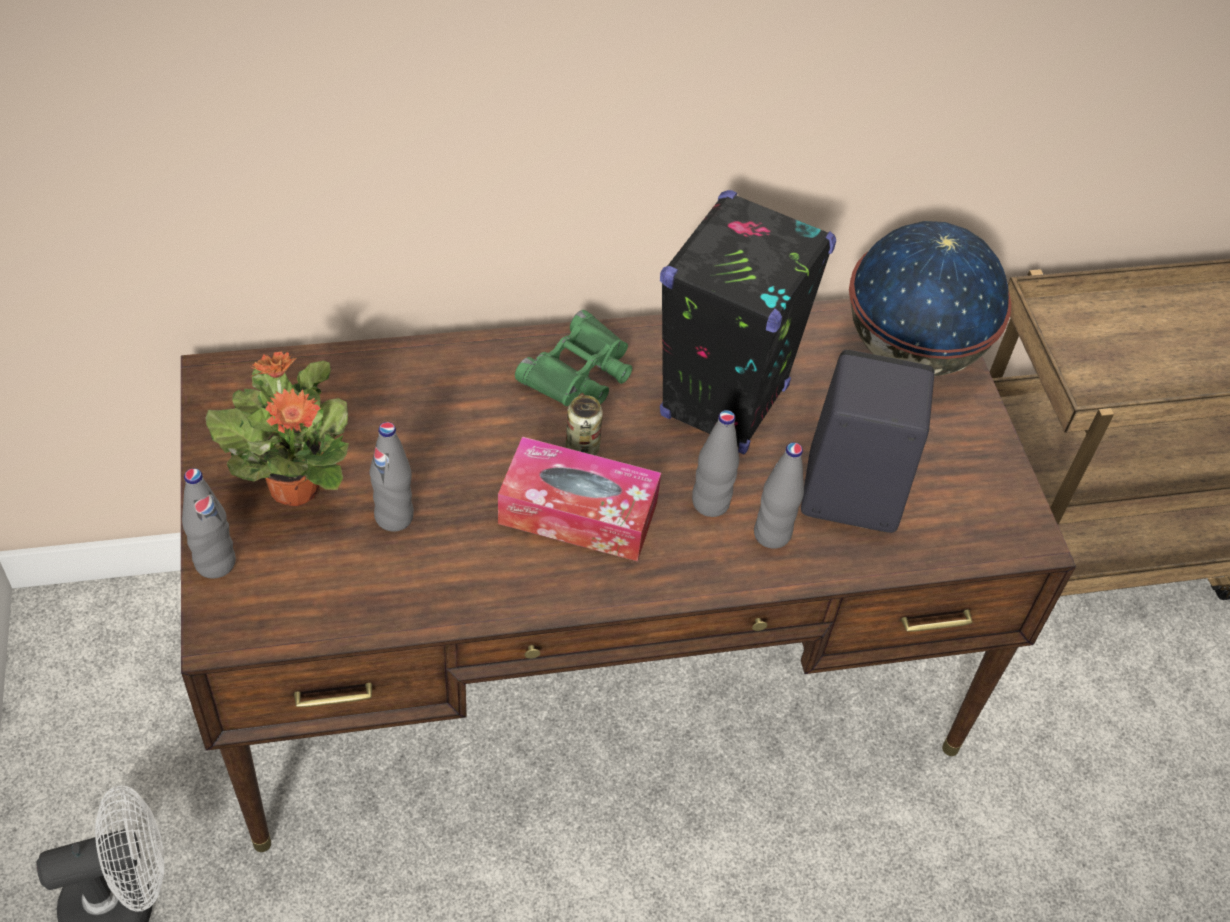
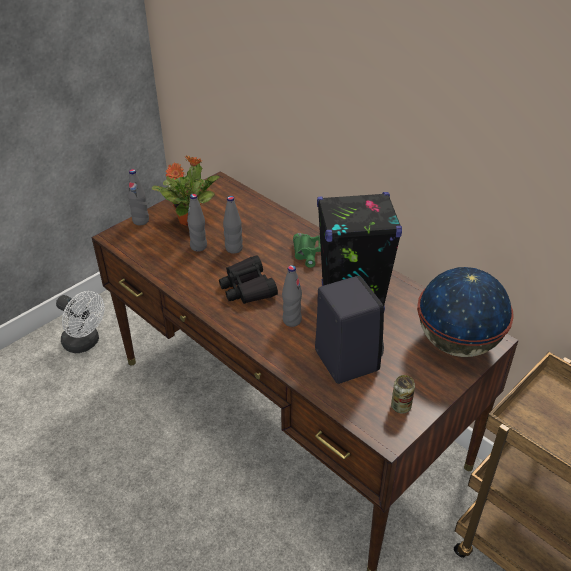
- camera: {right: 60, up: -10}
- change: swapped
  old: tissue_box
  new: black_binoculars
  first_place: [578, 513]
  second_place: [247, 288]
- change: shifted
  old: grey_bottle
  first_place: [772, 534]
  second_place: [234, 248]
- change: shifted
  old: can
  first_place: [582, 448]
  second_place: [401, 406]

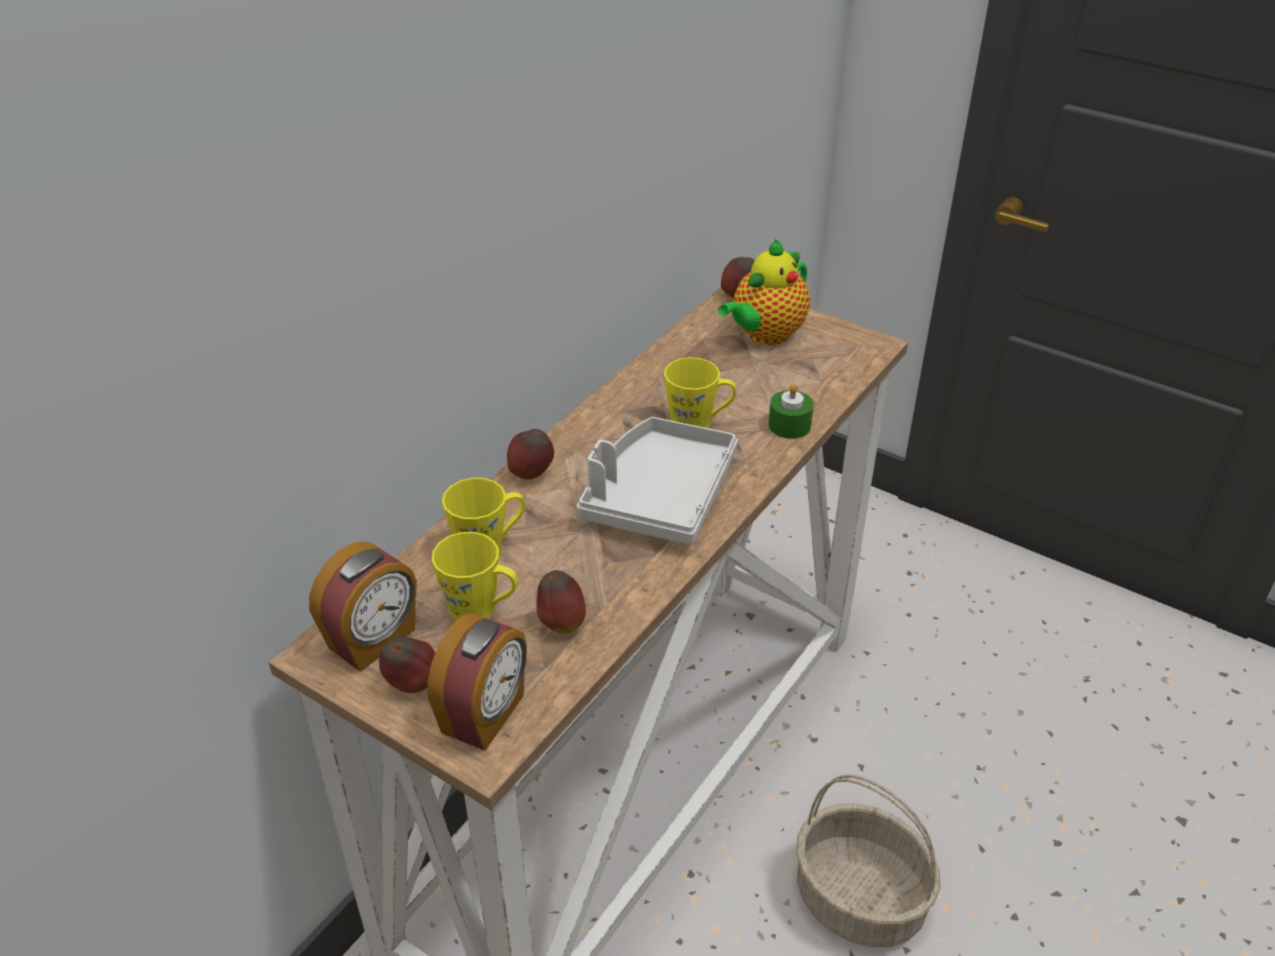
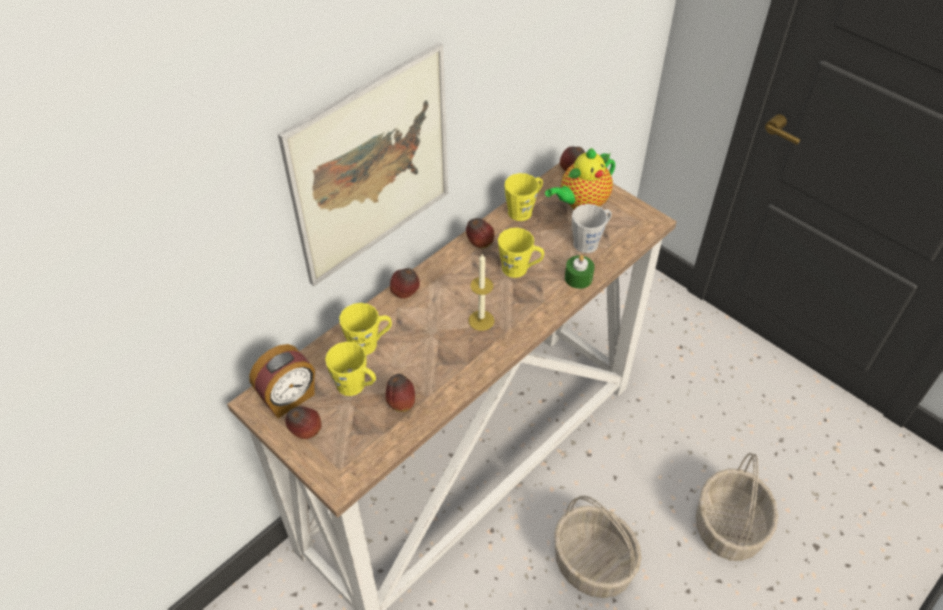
- camera: {right: 10, up: 10}
- change: new
  new: picture
  second_place: [372, 166]
- change: new
  new: apple
  second_place: [479, 244]
- change: swapped
  old: grey_tray
  new: candle
  first_place: [658, 496]
  second_place: [481, 320]
- change: new
  new: yellow_mug
  second_place: [523, 210]
- change: new
  new: grey_mug
  second_place: [589, 242]
- change: new
  new: basket
  second_place: [729, 528]
- change: gone
  old: alarm_clock
  first_place: [485, 715]

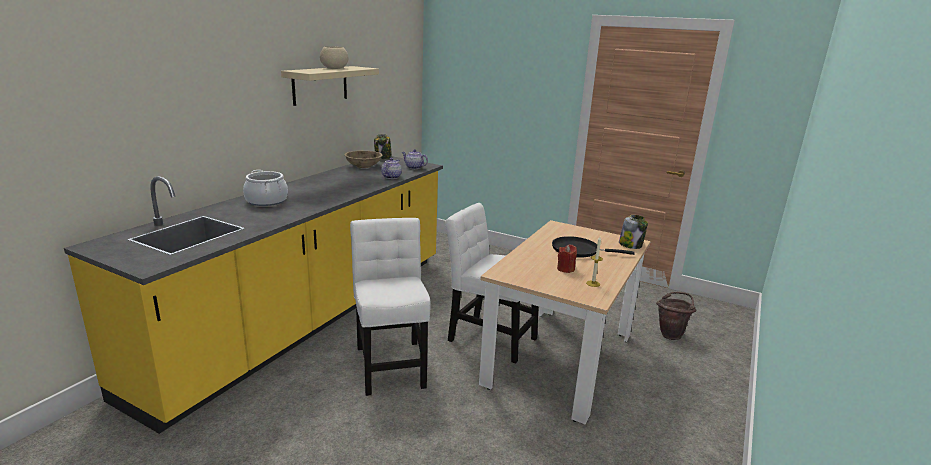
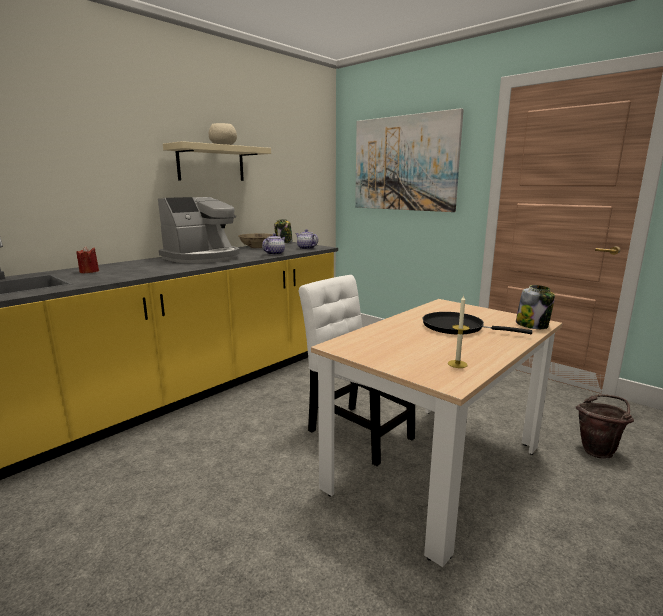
- camera: {right: 15, up: -5}
- change: shifted
  old: red_candle
  first_place: [565, 269]
  second_place: [89, 272]
- change: new
  new: coffee_machine
  second_place: [203, 257]
- change: new
  new: picture
  second_place: [404, 163]
- change: gone
  old: cooking_pot
  first_place: [266, 201]
- change: gone
  old: white_chair
  first_place: [391, 363]

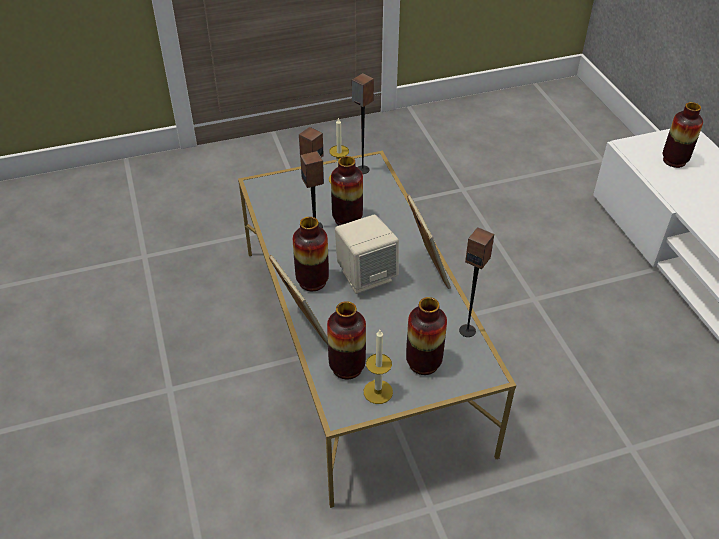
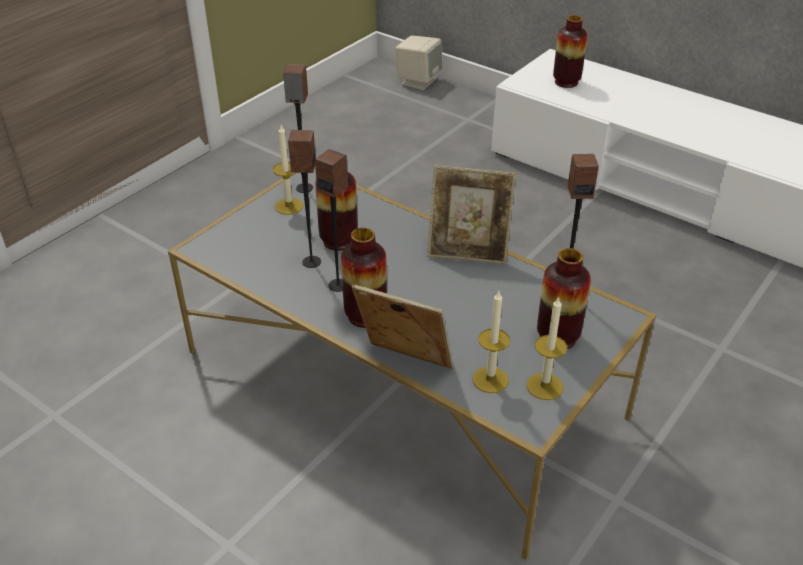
- camera: {right: -35, up: -5}
- change: shifted
  old: beige_speaker
  first_place: [366, 276]
  second_place: [418, 81]
- change: rotated
  old: picture_frame
  first_place: [426, 269]
  second_place: [468, 251]
  degrees: 150
- change: swapped
  old: vase
  new: candle
  first_place: [347, 367]
  second_place: [490, 379]

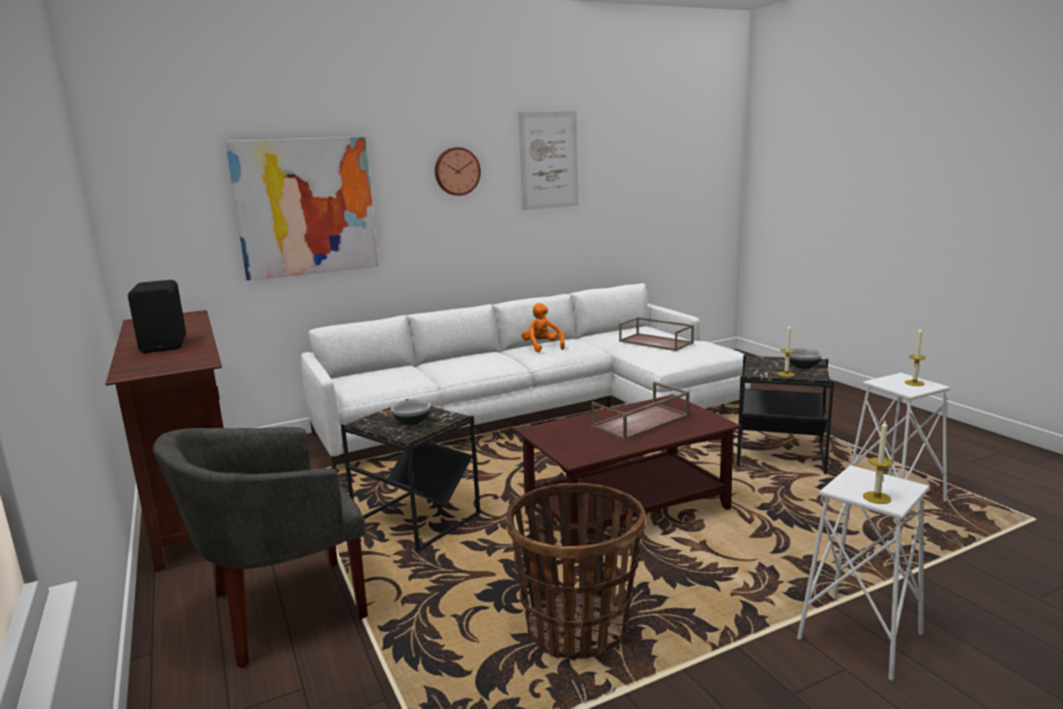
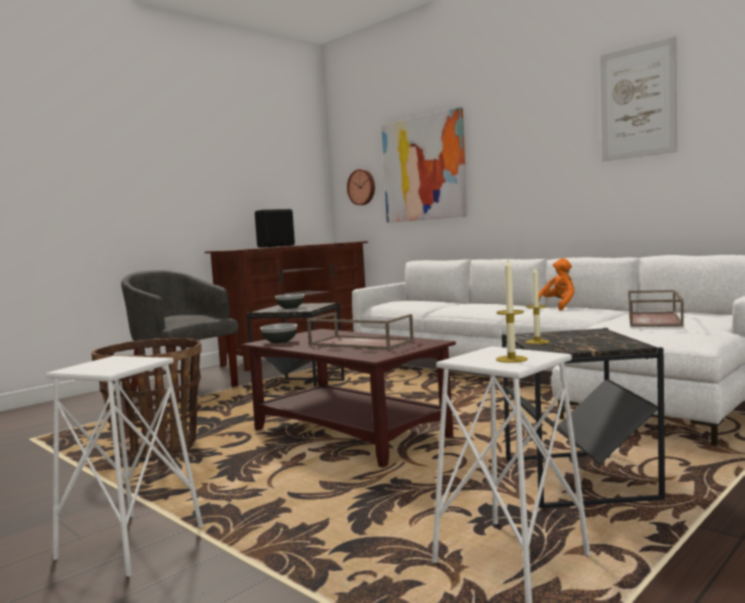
- camera: {right: 70, up: -10}
- change: shifted
  old: bowl
  first_place: [803, 366]
  second_place: [279, 342]
- change: shifted
  old: wall_clock
  first_place: [456, 171]
  second_place: [362, 187]
- change: gone
  old: candle
  first_place: [877, 497]

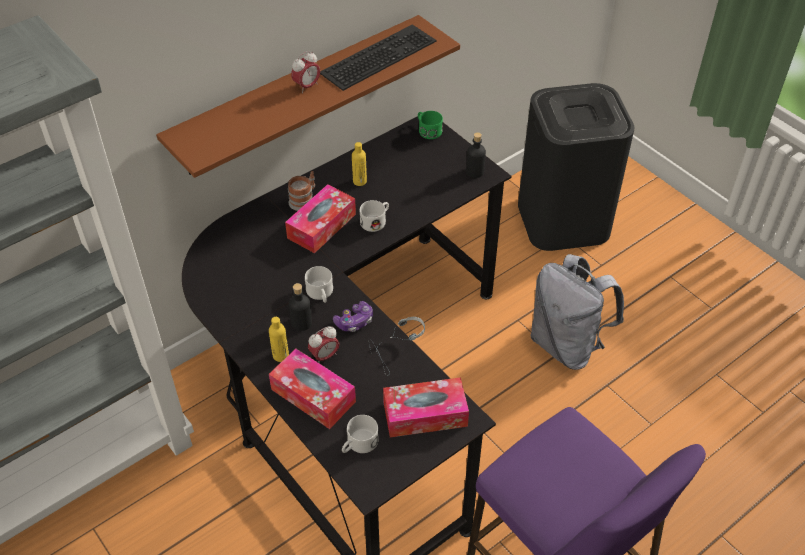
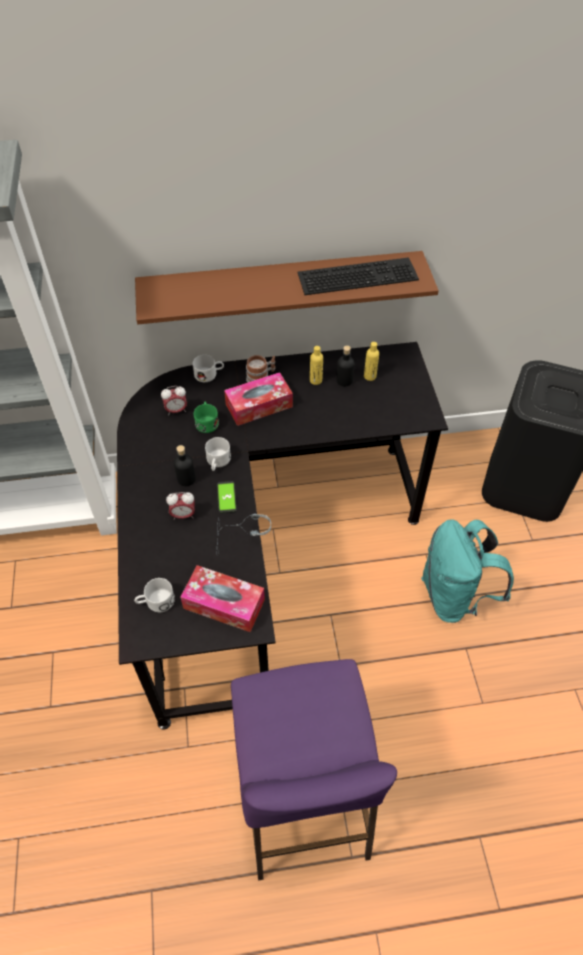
- camera: {right: 30, up: 5}
- change: shifted
  old: alarm_clock
  first_place: [307, 86]
  second_place: [176, 410]
- change: shifted
  old: white_mug
  first_place: [376, 221]
  second_place: [209, 374]
- change: shifted
  old: green_mug
  first_place: [427, 130]
  second_place: [207, 421]
- change: swapped
  old: game_controller
  new: phone
  first_place: [354, 321]
  second_place: [226, 497]
- change: shifted
  old: black_bottle
  first_place: [475, 172]
  second_place: [344, 380]
- change: shifted
  old: yellow_bottle
  first_place: [280, 355]
  second_place: [370, 376]
- change: repainted
  old: grey_backpack
  new: turquoise_backpack
  first_place: [567, 345]
  second_place: [454, 596]
- change: gone
  old: tissue_box
  first_place: [313, 395]

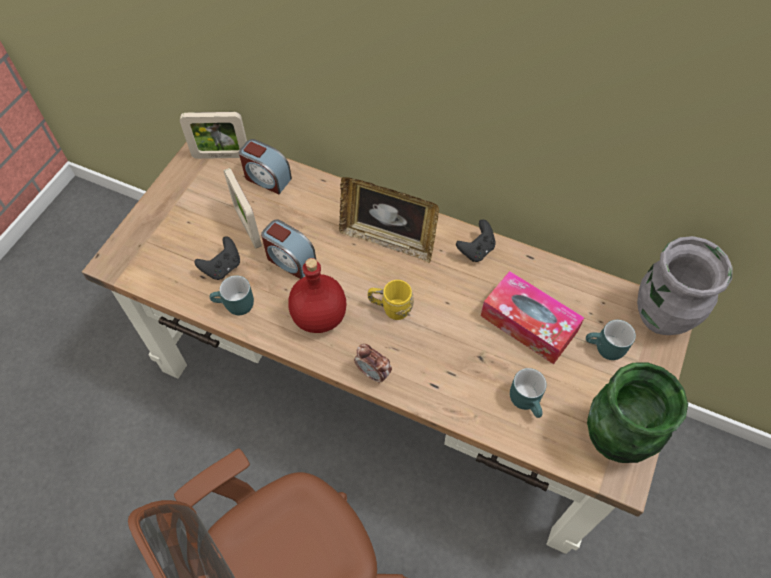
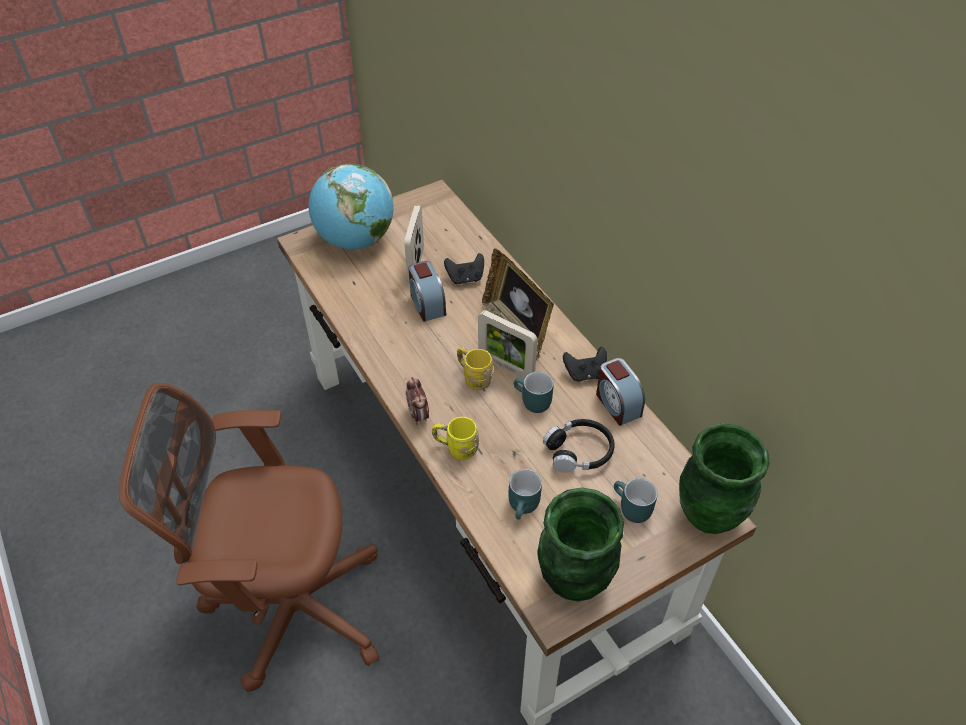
- camera: {right: 35, up: -10}
- change: new
  new: globe
  second_place: [355, 240]
- change: new
  new: yellow_mug
  second_place: [456, 448]
- change: shifted
  old: black_game_controller
  first_place: [222, 267]
  second_place: [465, 278]
- change: shifted
  old: picture_frame
  first_place: [221, 155]
  second_place: [506, 366]
- change: shifted
  old: turquoise_mug
  first_place: [235, 306]
  second_place: [531, 402]
- change: swapped
  old: tissue_box
  new: black_headphones
  first_place: [528, 324]
  second_place: [579, 451]
- change: shifted
  old: alarm_clock
  first_place: [267, 178]
  second_place: [617, 404]
- change: repainted
  old: grey_vase
  new: green_vase
  first_place: [661, 316]
  second_place: [709, 514]
- change: gone
  old: red_bottle
  first_place: [320, 317]

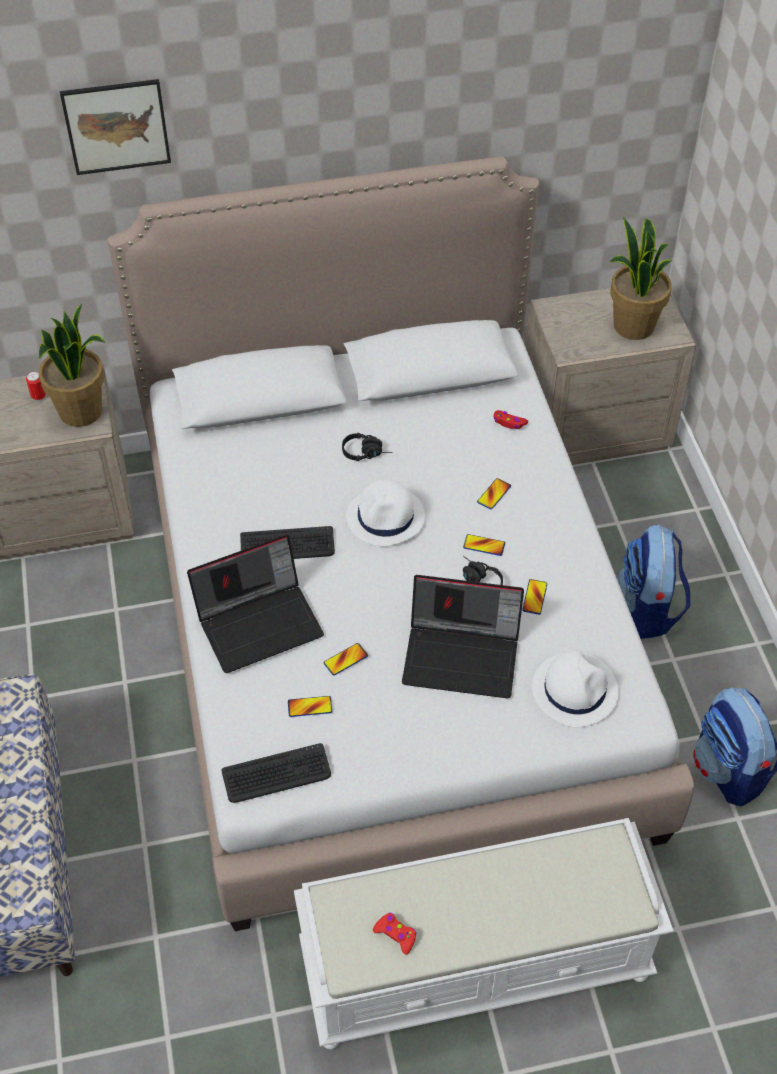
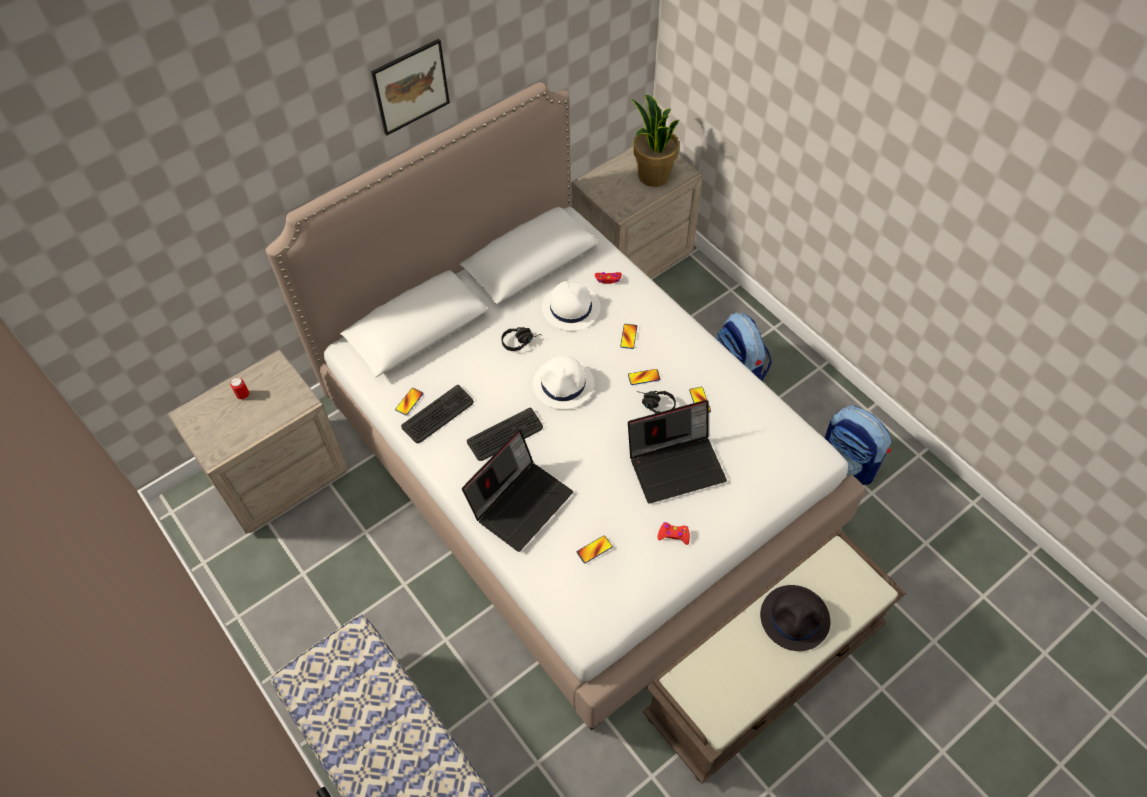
- camera: {right: -25, up: 5}
- change: shifted
  old: picture
  first_place: [116, 126]
  second_place: [411, 87]
- change: shifted
  old: phone
  first_place: [345, 659]
  second_place: [409, 402]
- change: shifted
  old: keyboard
  first_place: [276, 774]
  second_place: [438, 415]
- change: shifted
  old: white_hat
  first_place: [574, 689]
  second_place: [570, 307]
- change: repainted
  old: white_bench
  new: brown_bench
  first_place: [476, 960]
  second_place: [764, 669]
- change: shifted
  old: red_game_controller
  first_place: [396, 934]
  second_place: [673, 535]
- change: new
  new: black_hat
  second_place: [795, 618]
- change: gone
  old: potted_plant
  first_place: [81, 412]

